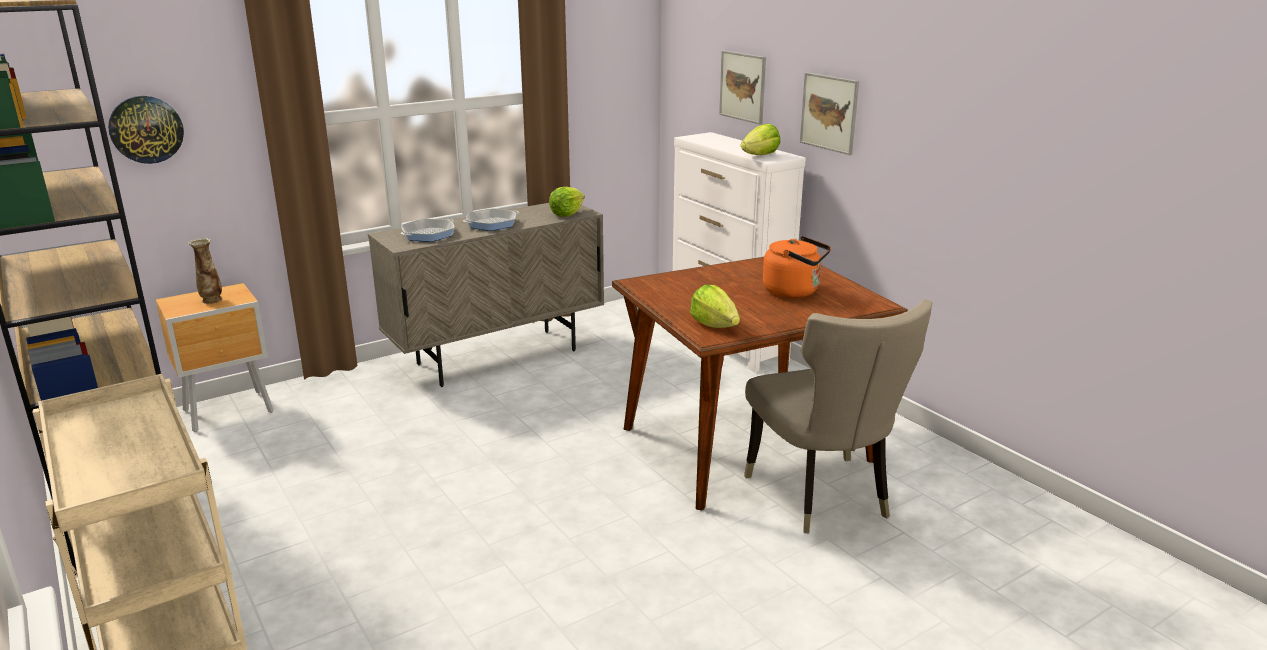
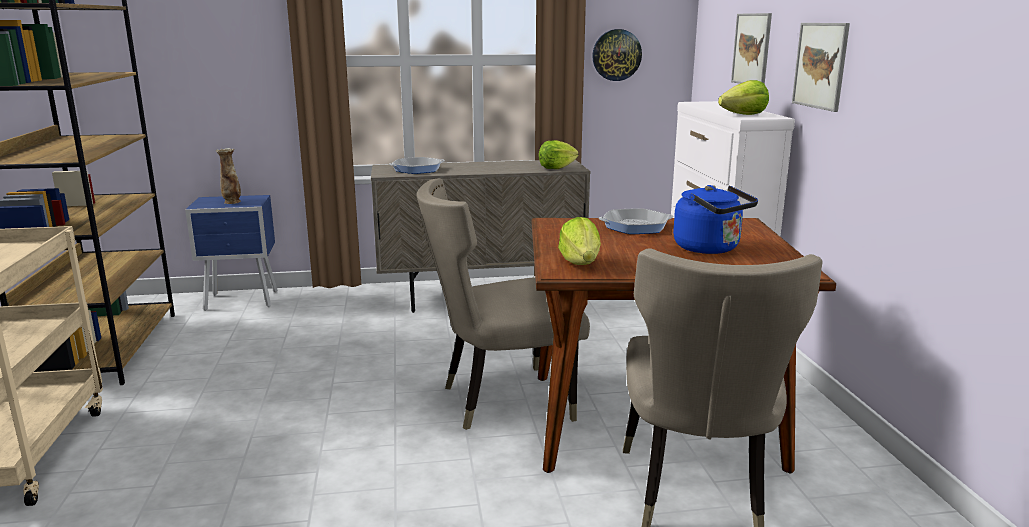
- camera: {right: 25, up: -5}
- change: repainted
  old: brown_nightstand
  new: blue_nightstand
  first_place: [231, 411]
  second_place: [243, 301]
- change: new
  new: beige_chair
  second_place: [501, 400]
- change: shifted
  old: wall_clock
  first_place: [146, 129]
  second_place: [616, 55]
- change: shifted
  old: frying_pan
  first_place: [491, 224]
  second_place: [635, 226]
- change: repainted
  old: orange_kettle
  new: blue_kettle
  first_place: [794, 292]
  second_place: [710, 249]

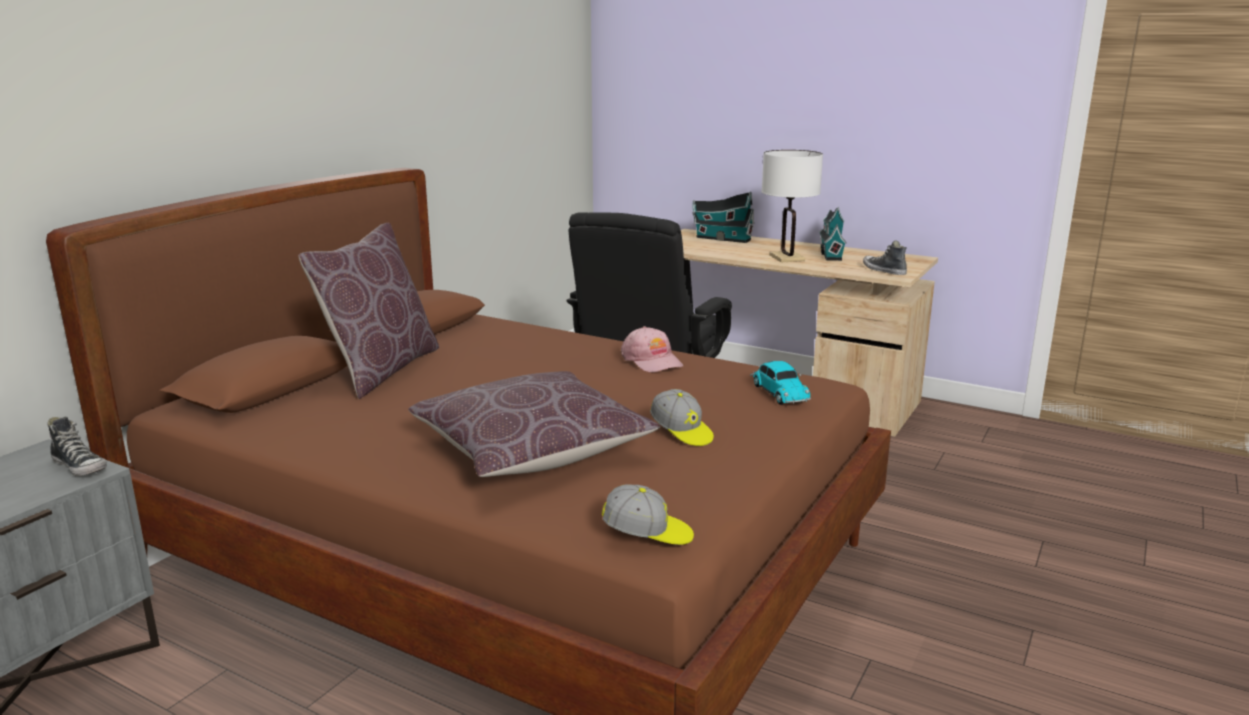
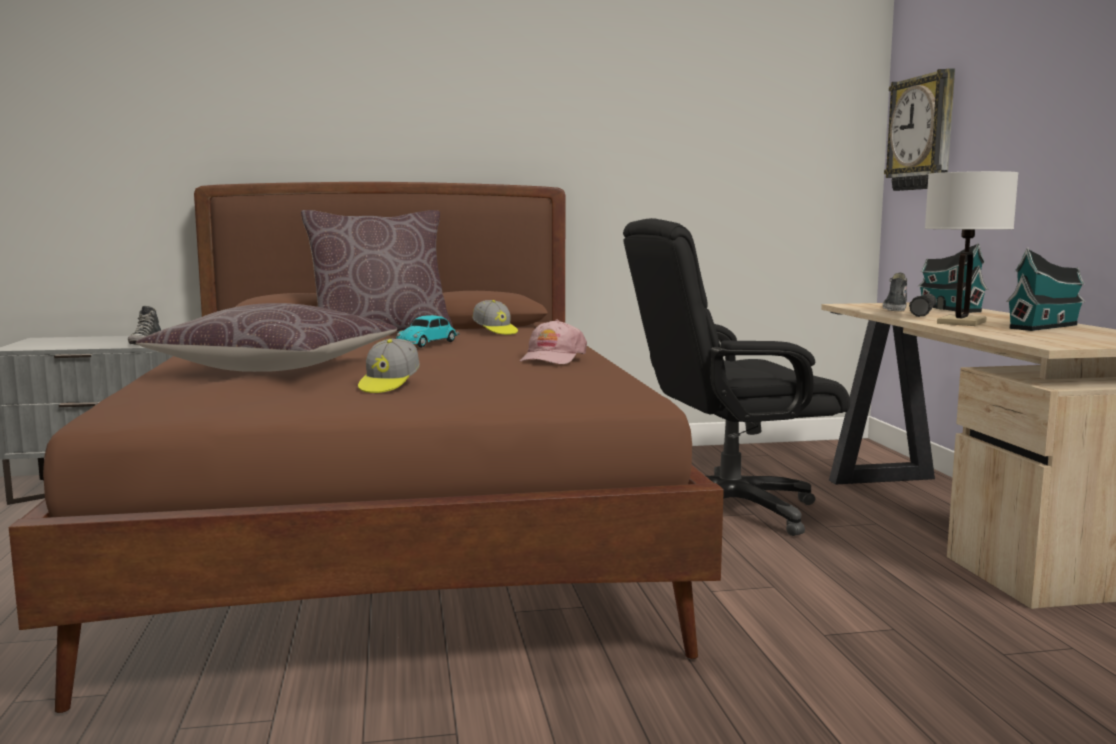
- camera: {right: 50, up: -10}
- change: shifted
  old: toy_car
  first_place: [778, 392]
  second_place: [428, 343]
- change: shifted
  old: cap
  first_place: [647, 534]
  second_place: [495, 331]
- change: shifted
  old: shoe
  first_place: [883, 270]
  second_place: [894, 309]
- change: new
  new: wall_clock
  second_place: [923, 133]
- change: new
  new: black_flashlight
  second_place: [923, 313]

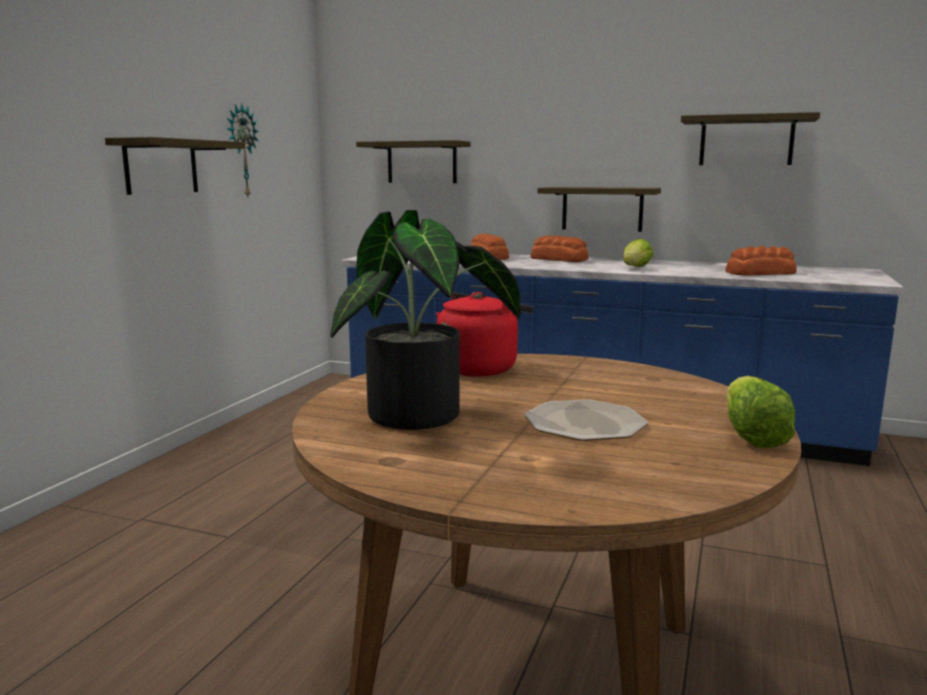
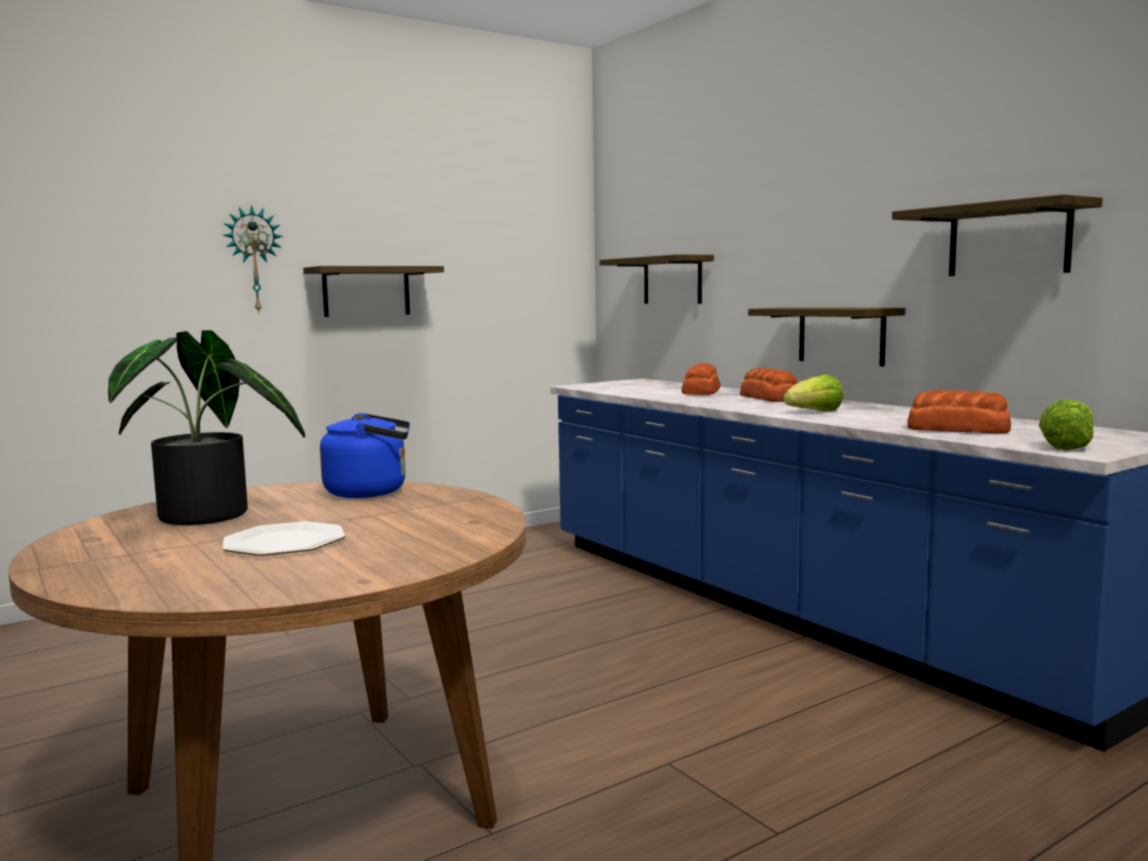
- camera: {right: 35, up: -5}
- change: shifted
  old: wall_clock
  first_place: [241, 151]
  second_place: [253, 260]
- change: repainted
  old: red_kettle
  new: blue_kettle
  first_place: [480, 368]
  second_place: [371, 492]
- change: shifted
  old: lettuce
  first_place: [751, 436]
  second_place: [1068, 446]

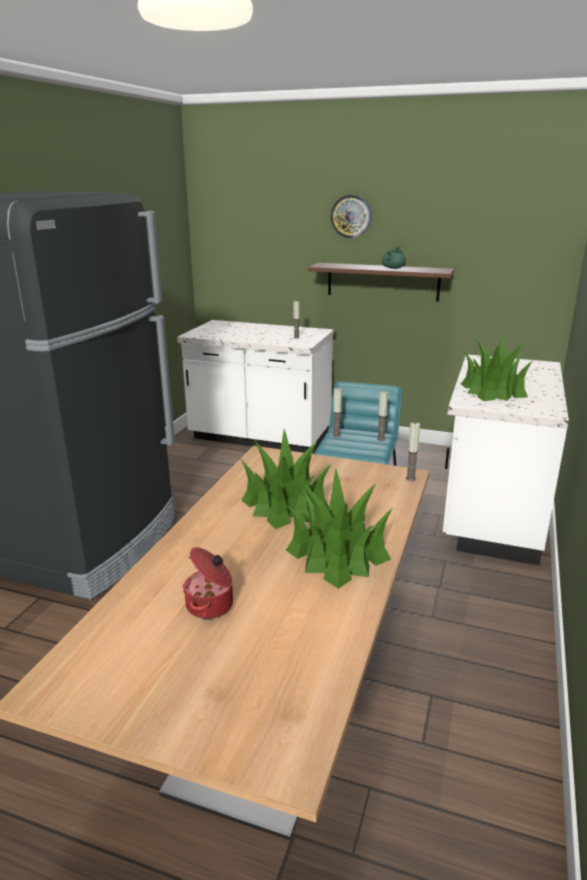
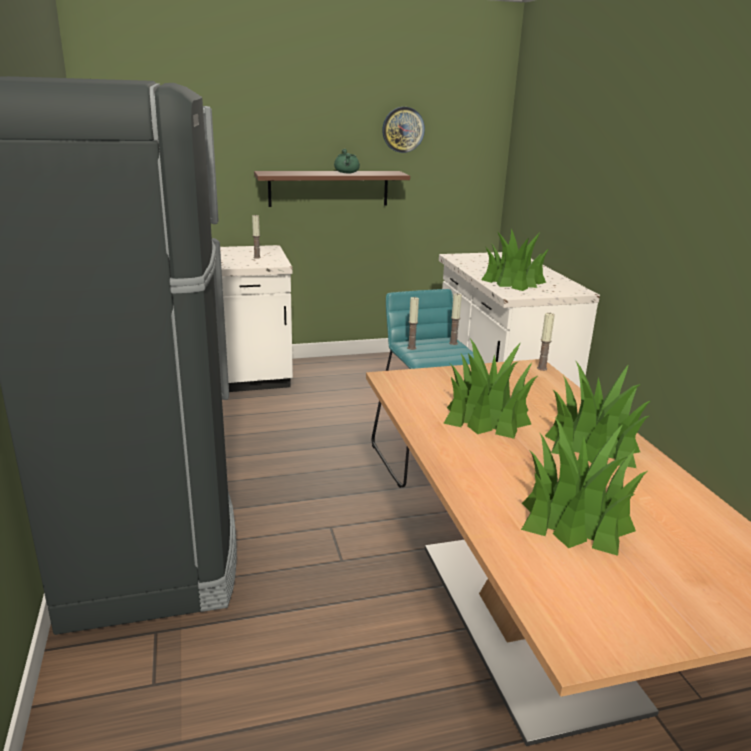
- camera: {right: -35, up: 0}
- change: shifted
  old: wall_clock
  first_place: [351, 216]
  second_place: [403, 129]
- change: swapped
  old: cooking_pot
  new: potted_plant
  first_place: [211, 605]
  second_place: [575, 517]

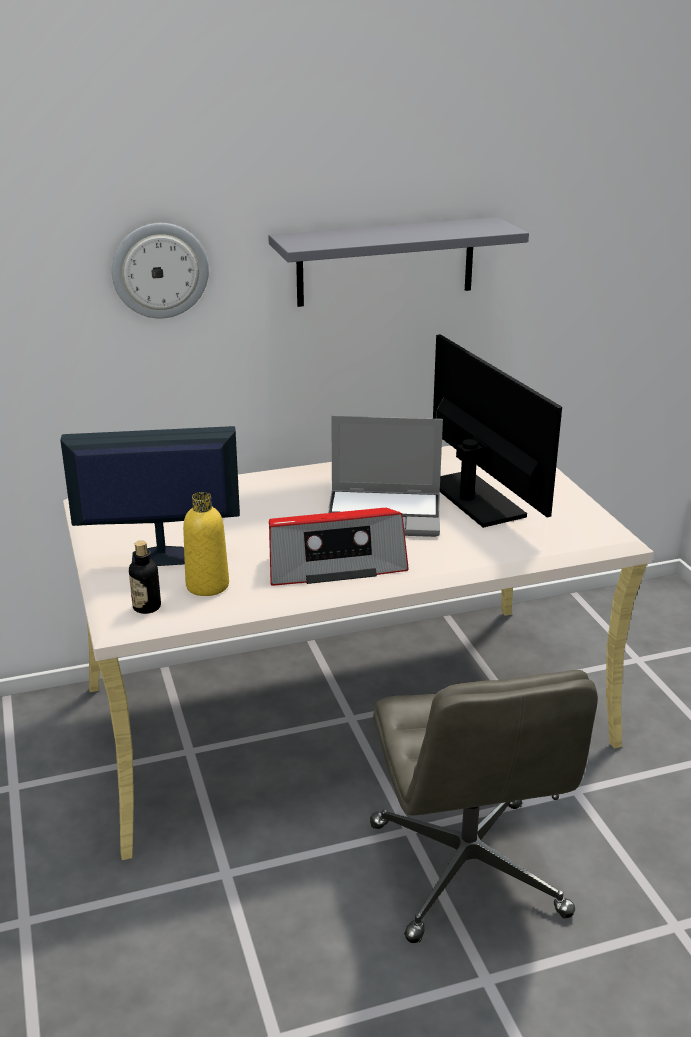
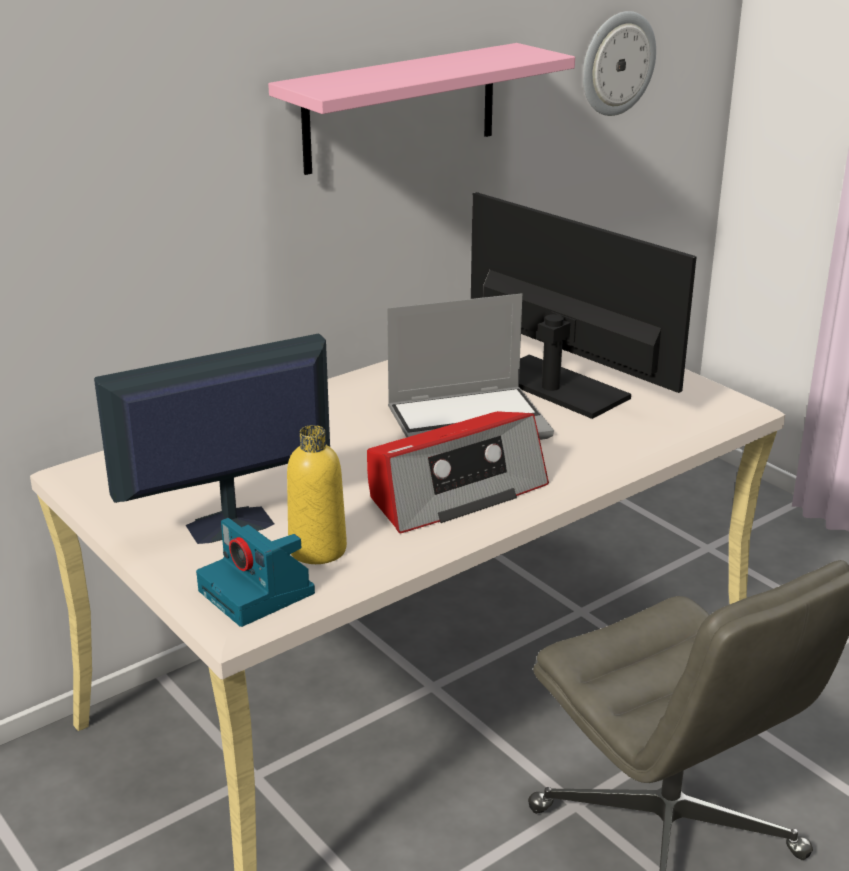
- camera: {right: -20, up: 0}
- change: swapped
  old: bottle
  new: photo_camera
  first_place: [147, 607]
  second_place: [259, 593]
- change: repainted
  old: grey_shelf
  new: pink_shelf
  first_place: [386, 262]
  second_place: [401, 108]
- change: shifted
  old: wall_clock
  first_place: [160, 270]
  second_place: [617, 63]

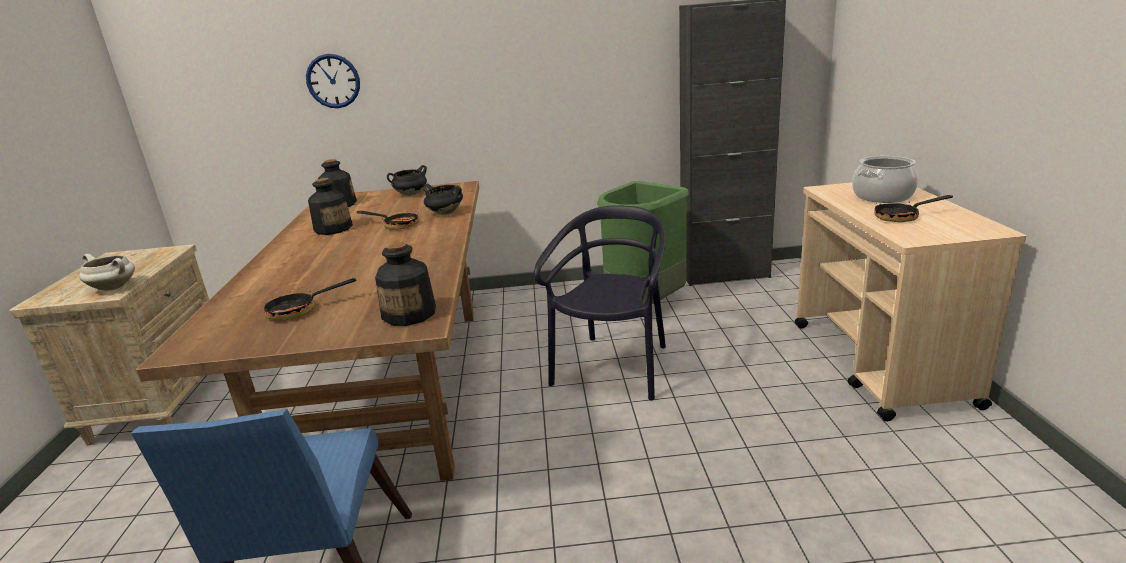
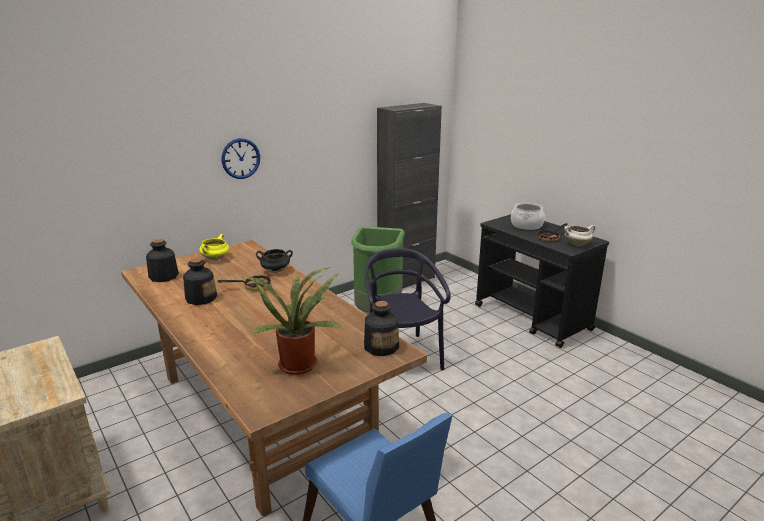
- camera: {right: -35, up: 0}
- change: repainted
  old: black_cooking_pot
  new: yellow_cooking_pot
  first_place: [410, 194]
  second_place: [215, 259]
- change: shifted
  old: wall_clock
  first_place: [333, 81]
  second_place: [240, 158]
- change: swapped
  old: frying_pan
  new: potted_plant
  first_place: [300, 310]
  second_place: [299, 363]
- change: repainted
  old: beige_cart
  new: black_cart
  first_place: [880, 363]
  second_place: [532, 318]
- change: shifted
  old: white_cooking_pot
  first_place: [115, 287]
  second_place: [577, 244]

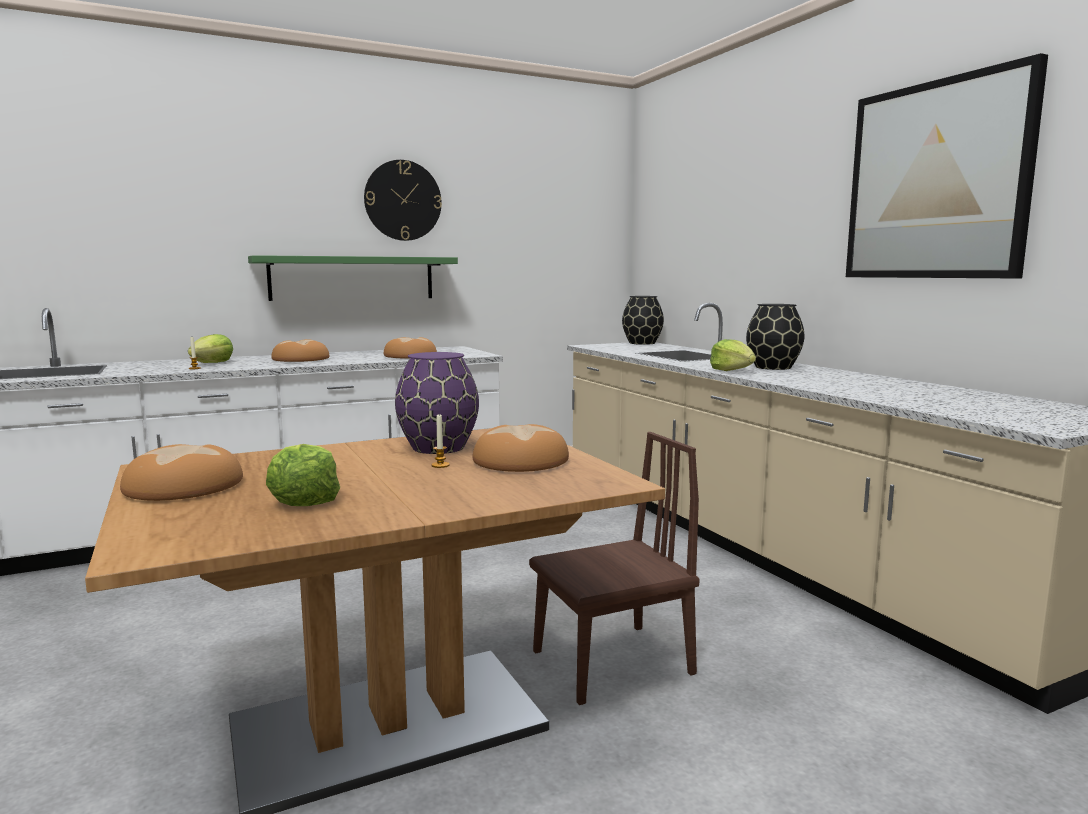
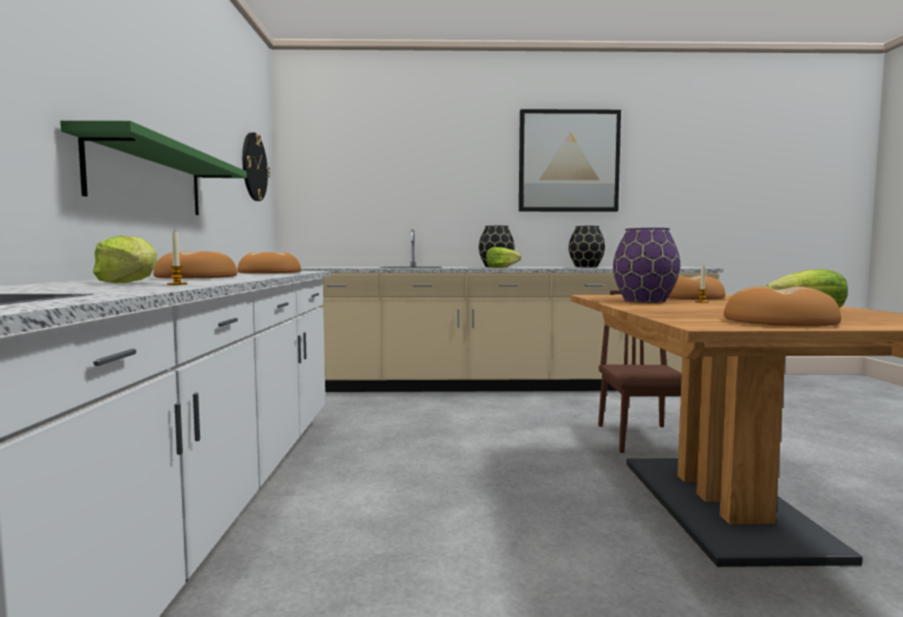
- camera: {right: -65, up: -5}
- change: shifted
  old: wall_clock
  first_place: [403, 200]
  second_place: [254, 167]
- change: shifted
  old: black_vase
  first_place: [641, 343]
  second_place: [586, 267]

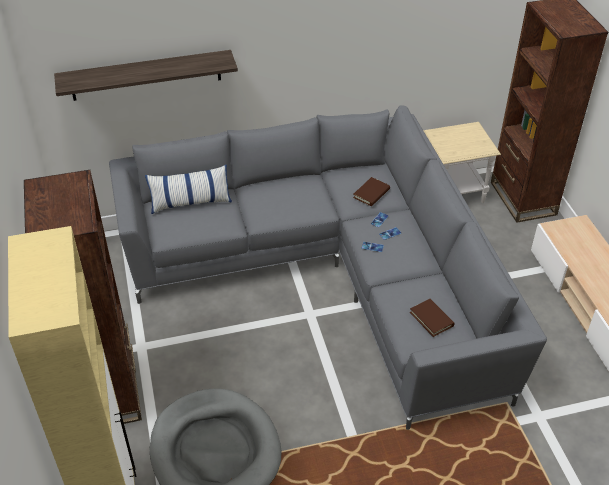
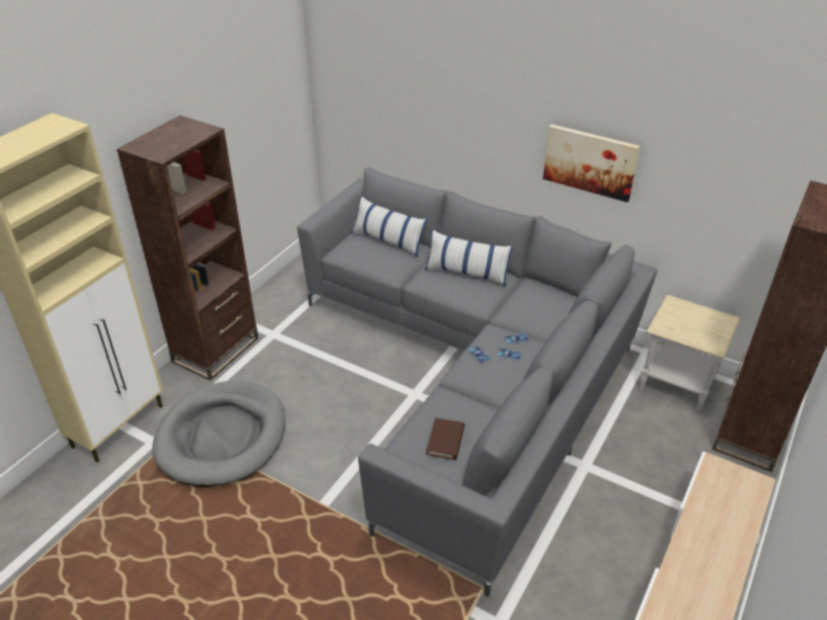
- camera: {right: 45, up: -5}
- change: new
  new: pillow
  second_place: [467, 272]
- change: new
  new: picture
  second_place: [590, 162]
- change: gone
  old: shelf
  first_place: [146, 75]
- change: gone
  old: brown_book
  first_place: [371, 193]

